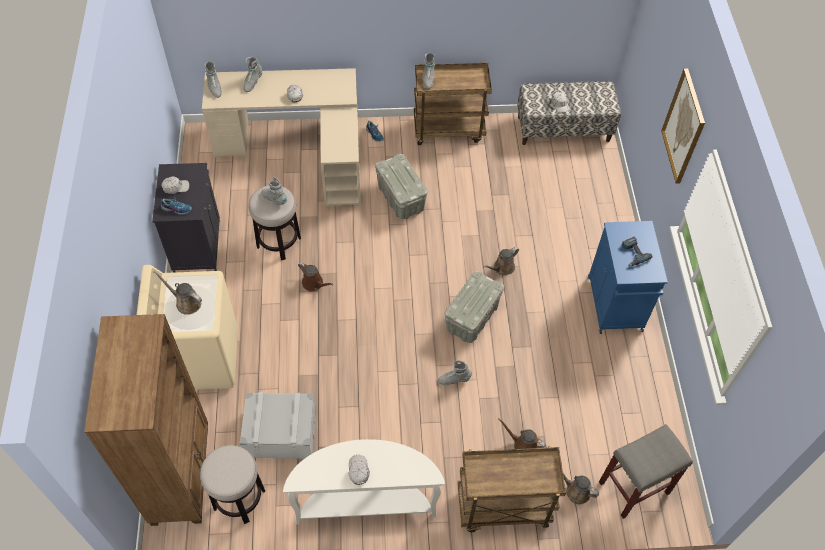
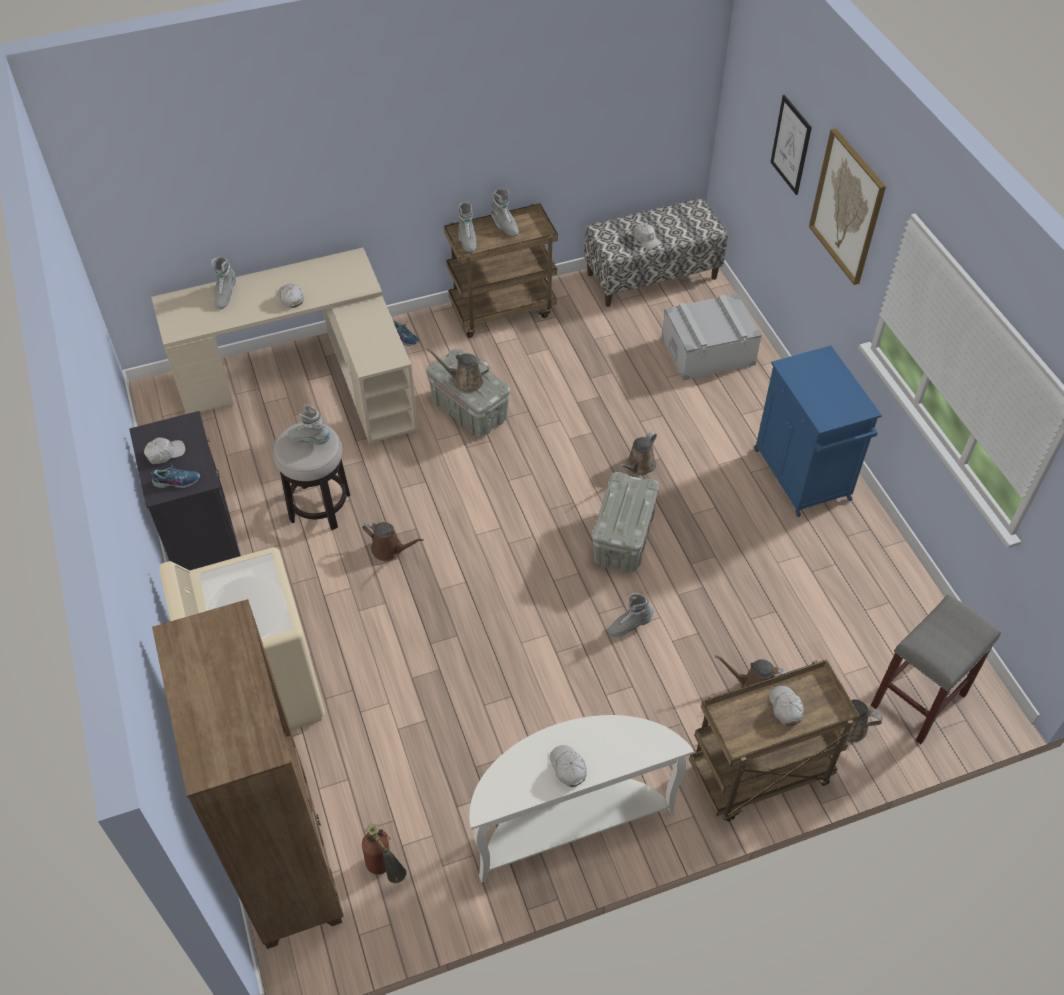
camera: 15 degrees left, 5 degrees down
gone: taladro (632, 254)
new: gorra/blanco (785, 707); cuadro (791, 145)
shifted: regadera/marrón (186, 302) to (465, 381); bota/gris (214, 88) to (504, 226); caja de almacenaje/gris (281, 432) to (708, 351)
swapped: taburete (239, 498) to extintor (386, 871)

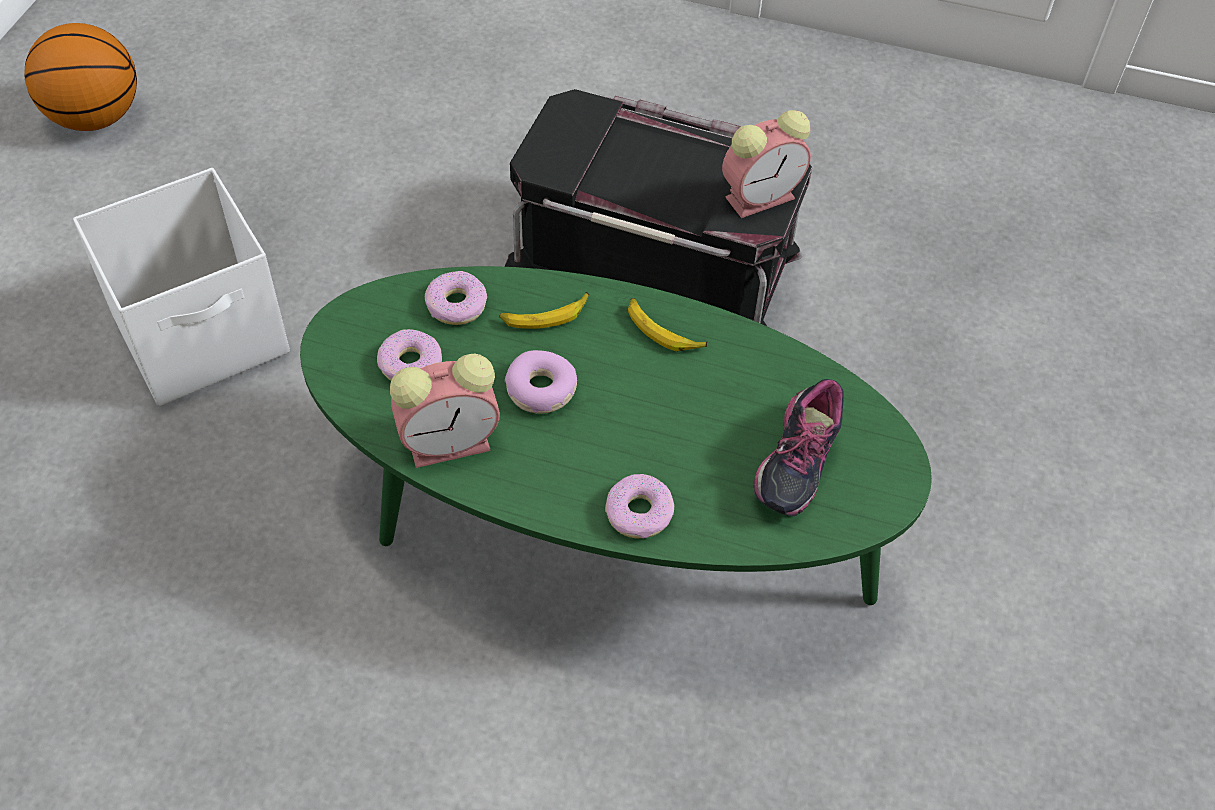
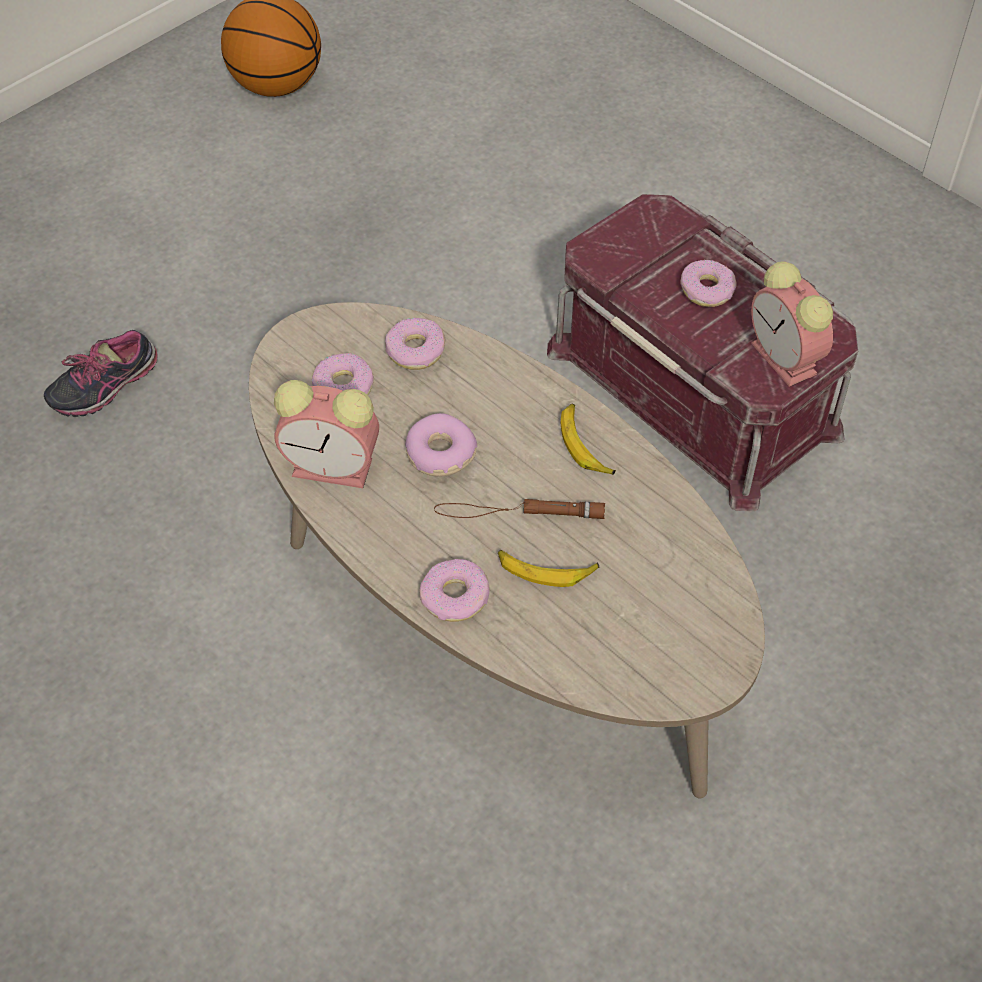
camera: 30 degrees right, 0 degrees up
gone: caja de almacenaje/blanco (204, 336)
new: linterna/marrón (519, 512); rosquilla (707, 290)
shifted: plátano (545, 316) to (545, 570); zapato (793, 464) to (105, 387)
repainted: mesa de centro/verde (602, 526) to mesa de centro/beis (491, 614); caja de almacenaje/negro (656, 257) to caja de almacenaje/rojo (695, 388)
rotated: despertador (762, 196) = (786, 360) 60 degrees clockwise

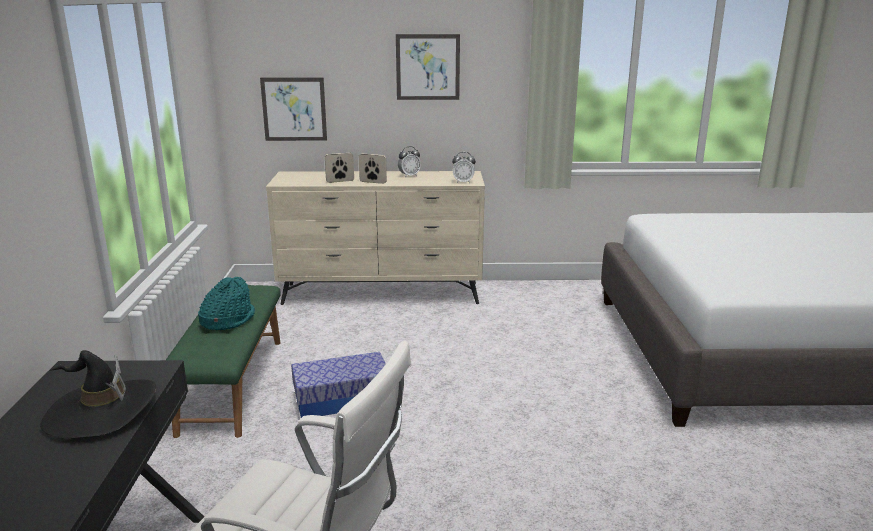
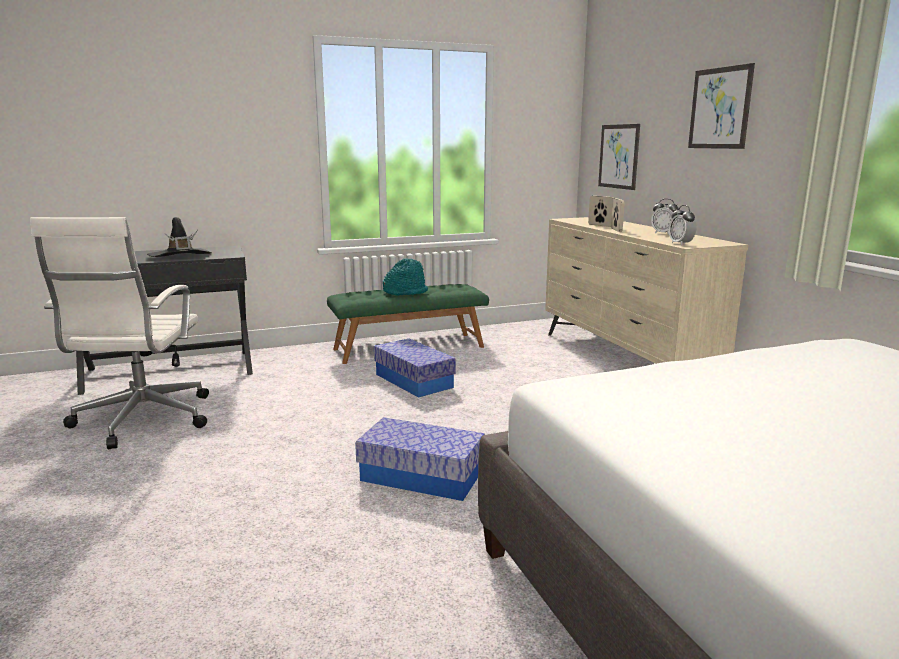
camera: 70 degrees right, 5 degrees down
new: caja de almacenaje (421, 476)

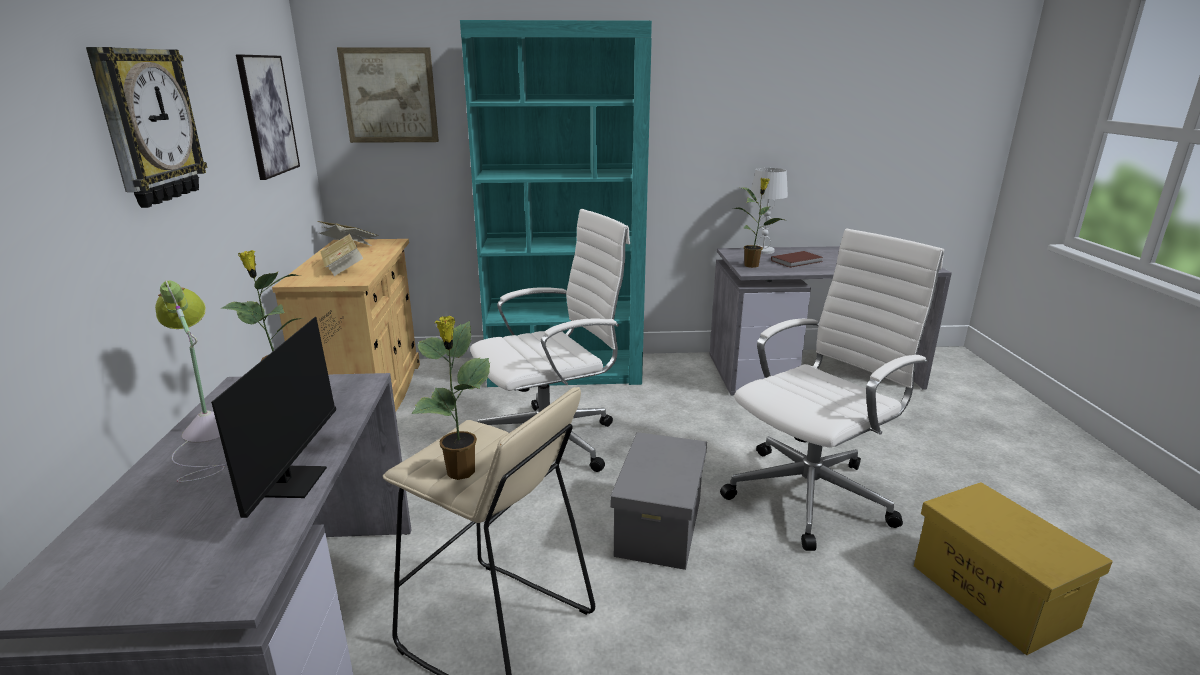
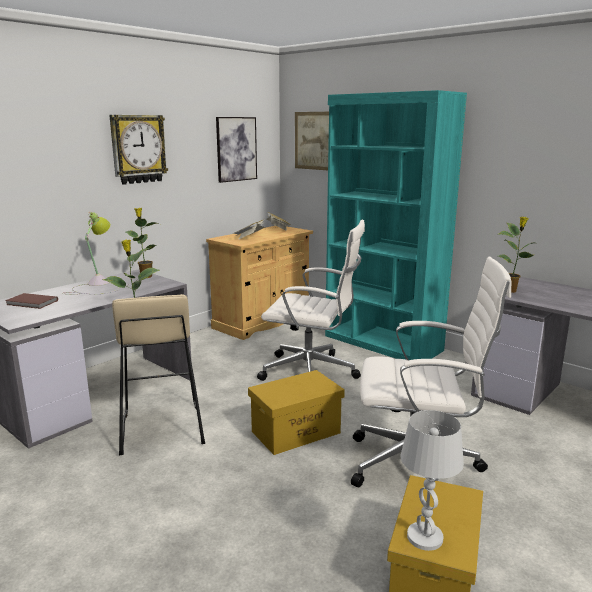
camera: 45 degrees right, 5 degrees down
gone: monitor (297, 476)
shifted: lámpara de mesa/blanco (762, 251) to (424, 537); libro/marrón (797, 261) to (32, 303)
repainted: caja de almacenaje/gris (659, 525) to caja de almacenaje/amarillo (296, 431)

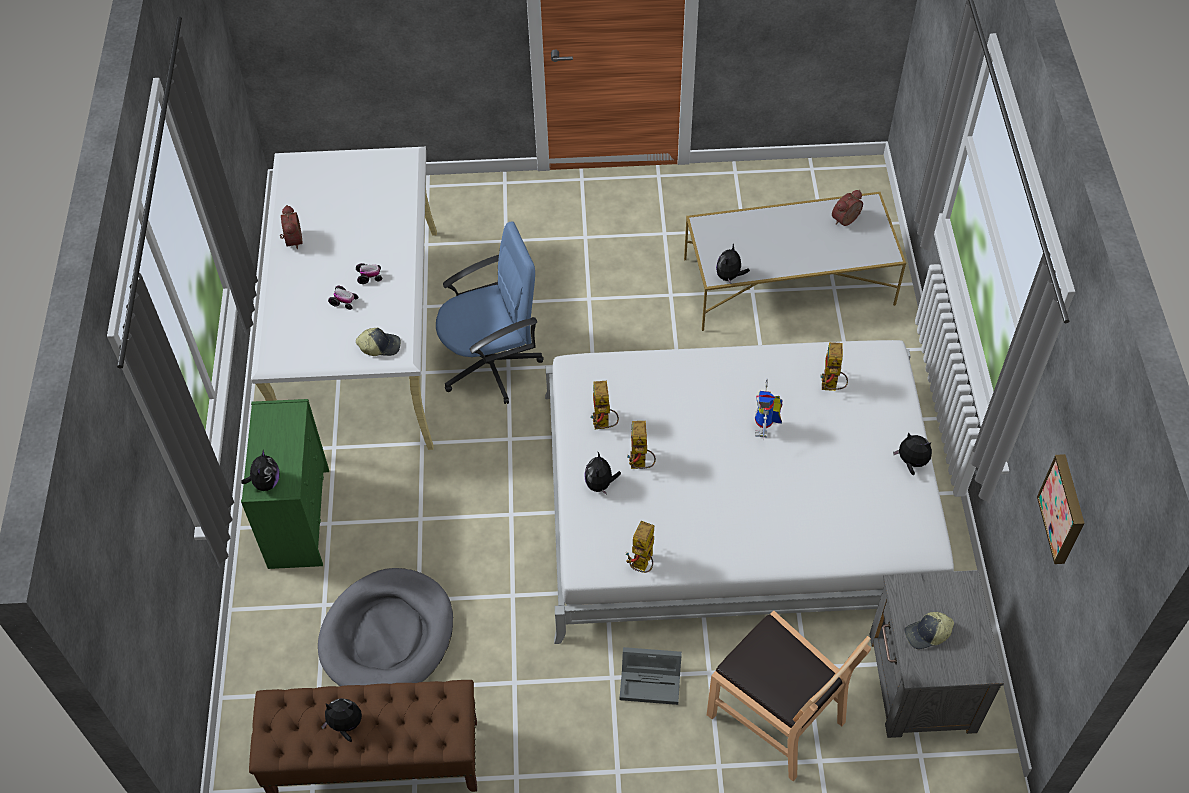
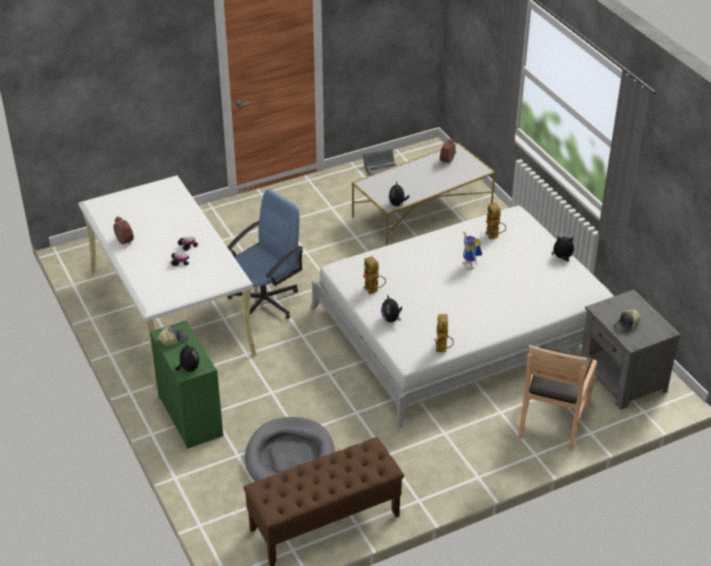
camera: 25 degrees left, 15 degrees down
gone: peluche (345, 725); robot de juguete (640, 464); cuadro (1064, 509)
shifted: gorra (380, 346) to (173, 339); caja de almacenaje/gris (652, 681) to (381, 168)
rotated: silla/marrón (776, 716) = (552, 420) 90 degrees clockwise

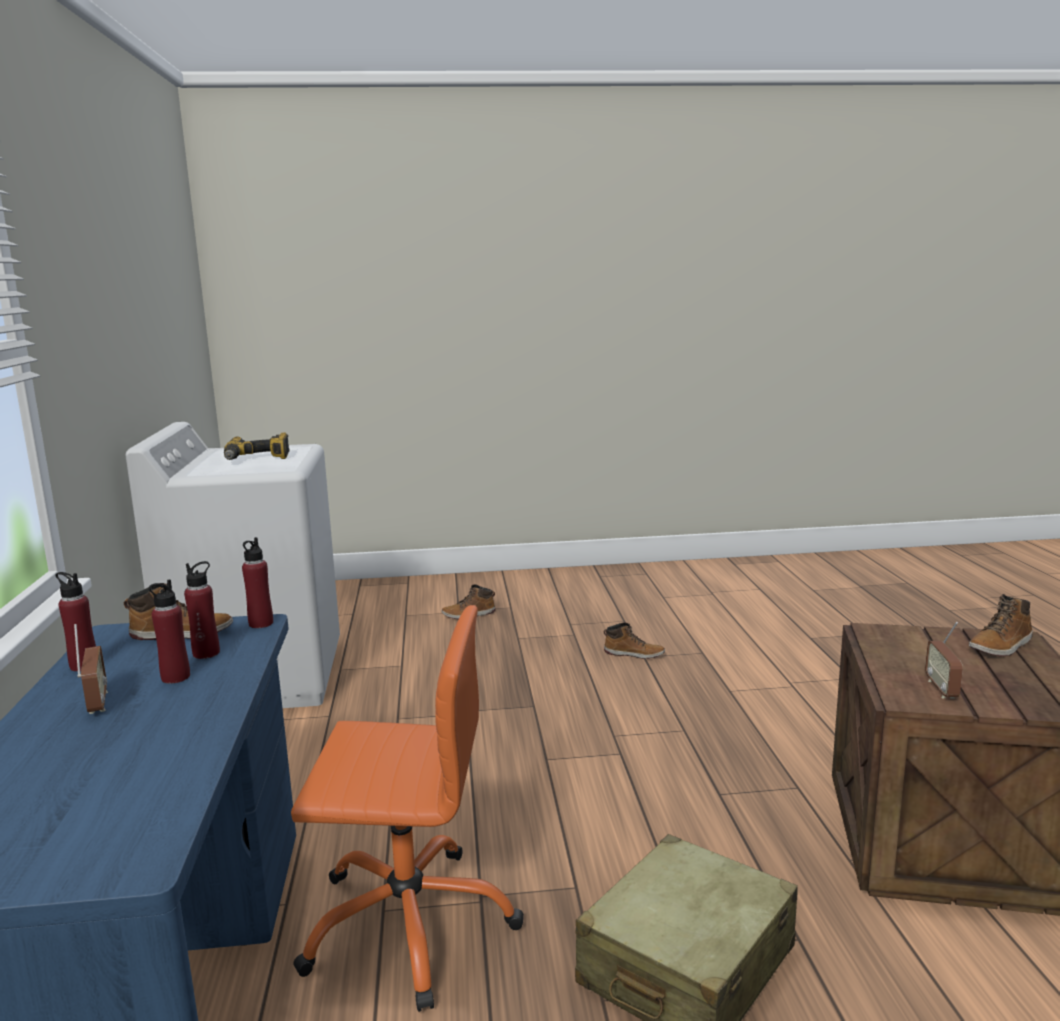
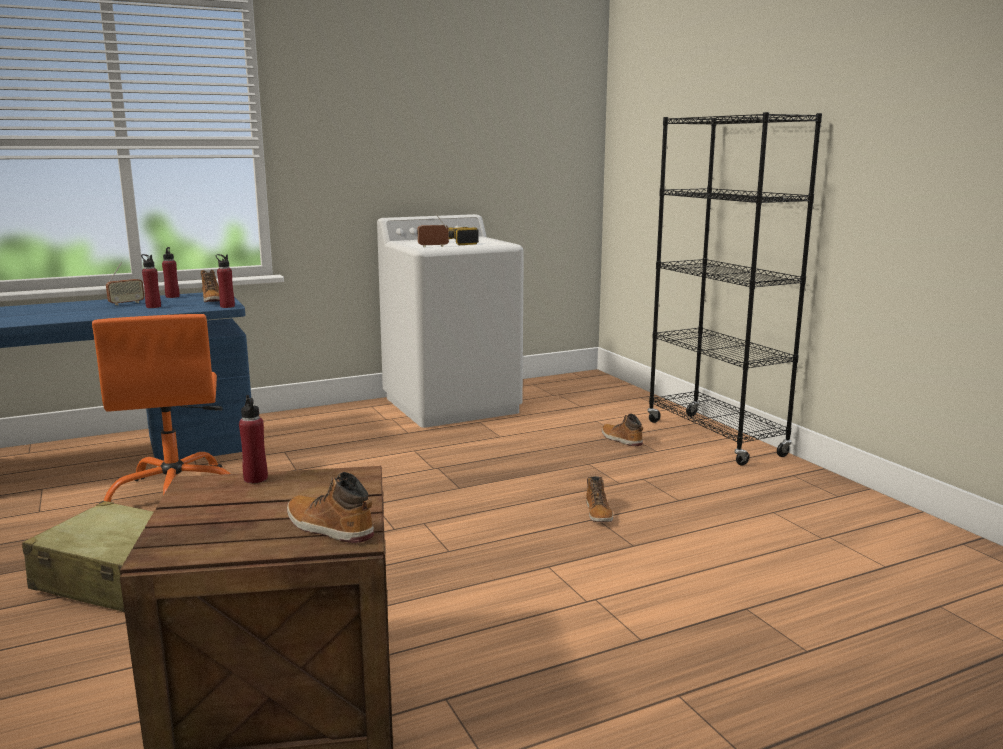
camera: 70 degrees right, 0 degrees up
new: estantería/negro (715, 438)
shifted: botella/rojo (206, 653) to (255, 479); radio (941, 689) to (433, 246)

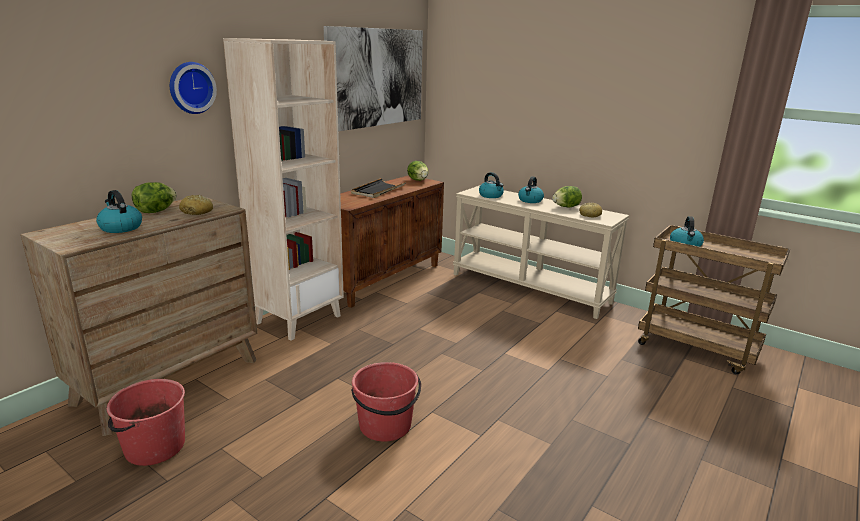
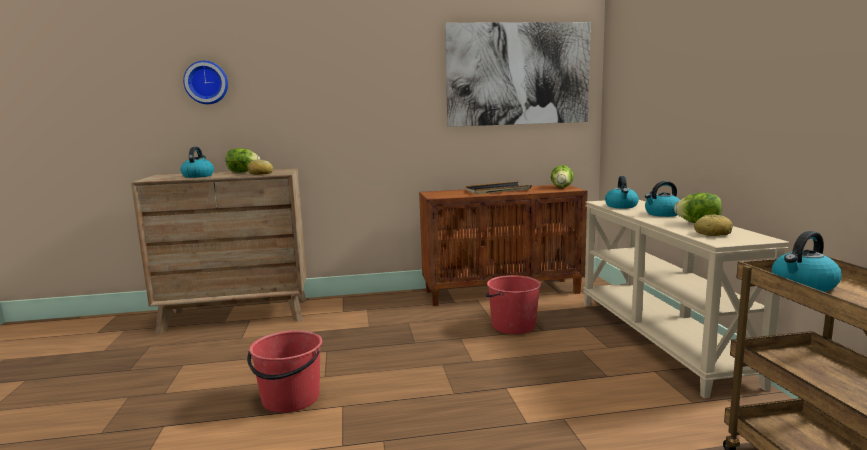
camera: 45 degrees right, 10 degrees down
gone: estantería/beis (298, 319)
shifted: cubo/rojo (154, 447) to (512, 326); reloj de pared (190, 87) to (206, 82)

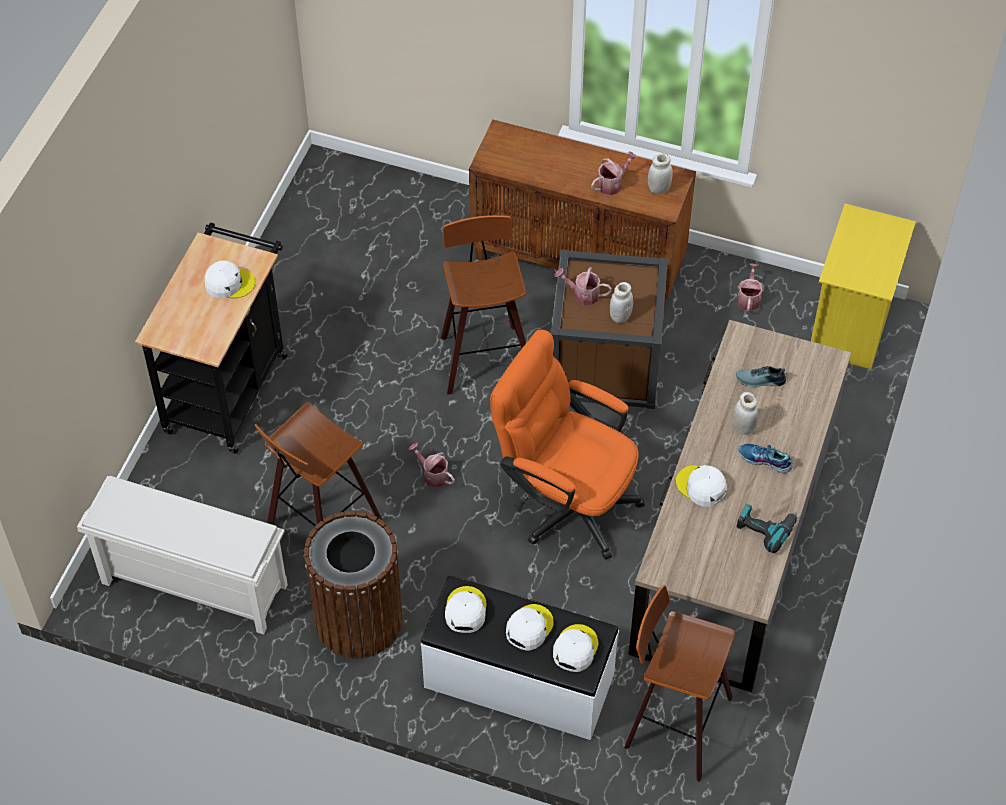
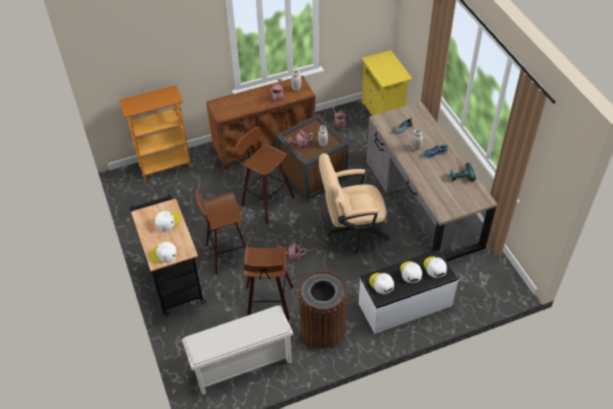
camera: 40 degrees left, 5 degrees down
new: estantería (165, 166)
shifted: taburete (674, 724) to (227, 254); gorra/blanco (701, 487) to (164, 254)
repainted: silla de oficina/naranja (565, 502) to silla de oficina/beis (351, 231)

